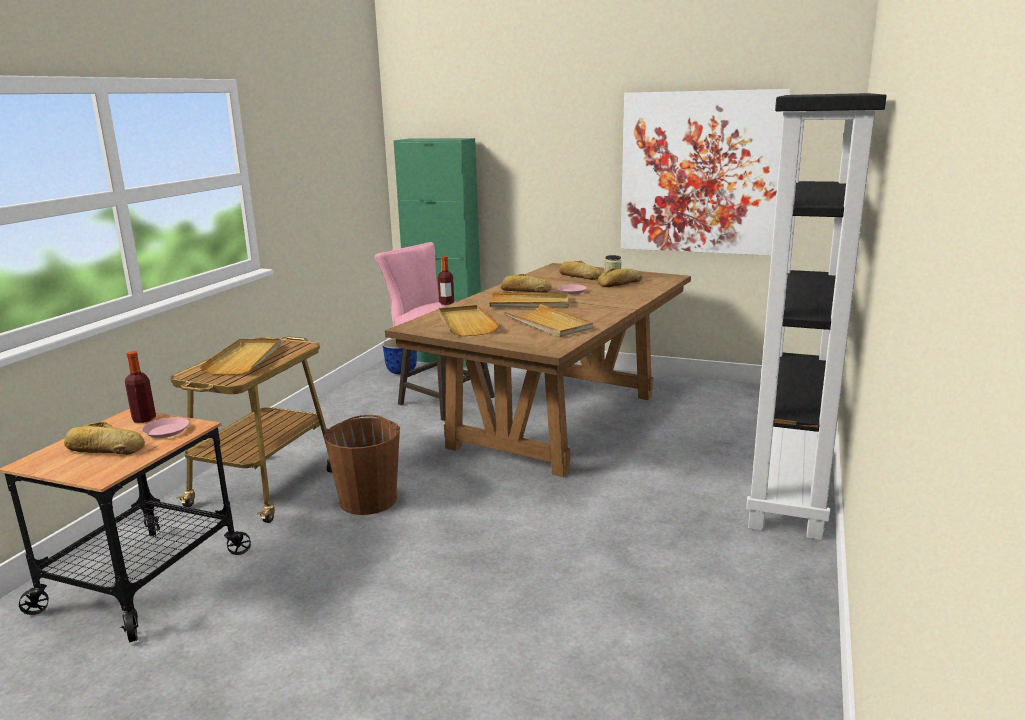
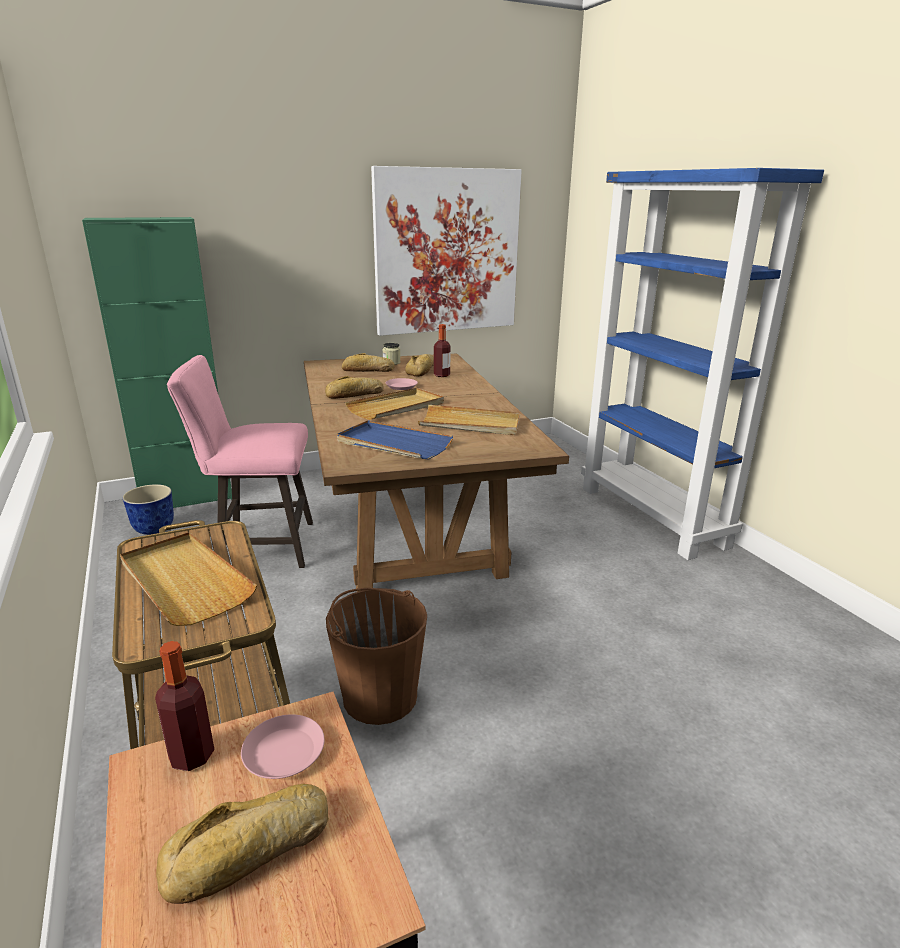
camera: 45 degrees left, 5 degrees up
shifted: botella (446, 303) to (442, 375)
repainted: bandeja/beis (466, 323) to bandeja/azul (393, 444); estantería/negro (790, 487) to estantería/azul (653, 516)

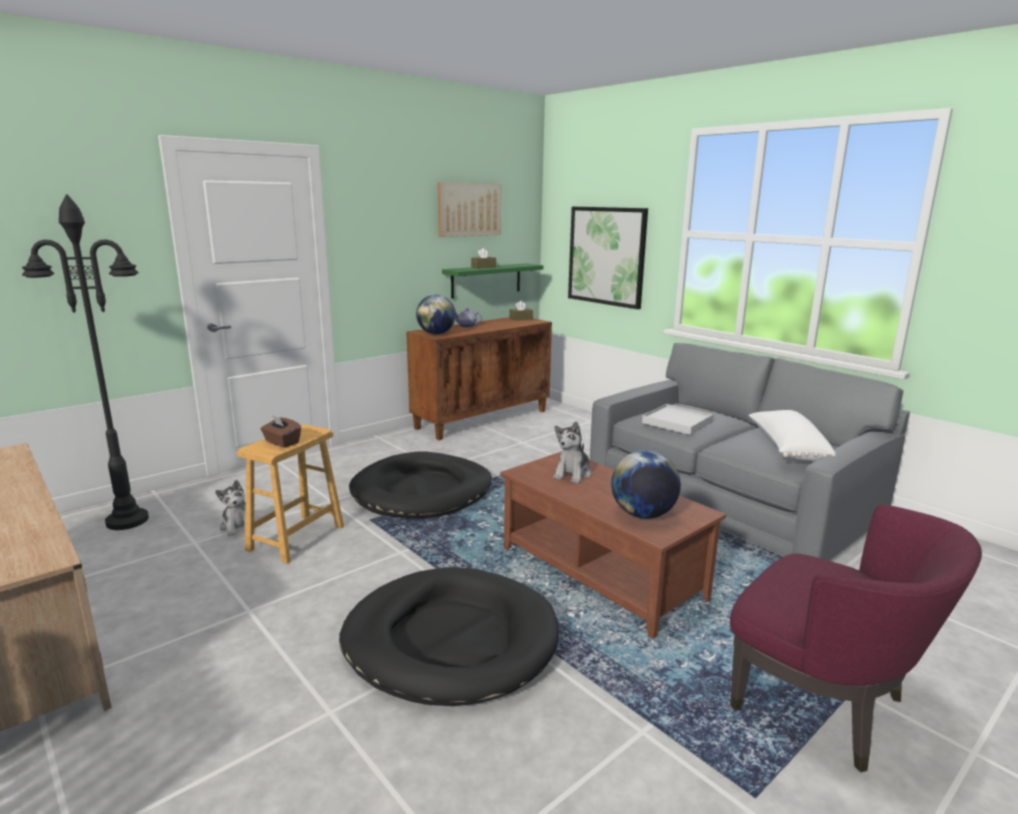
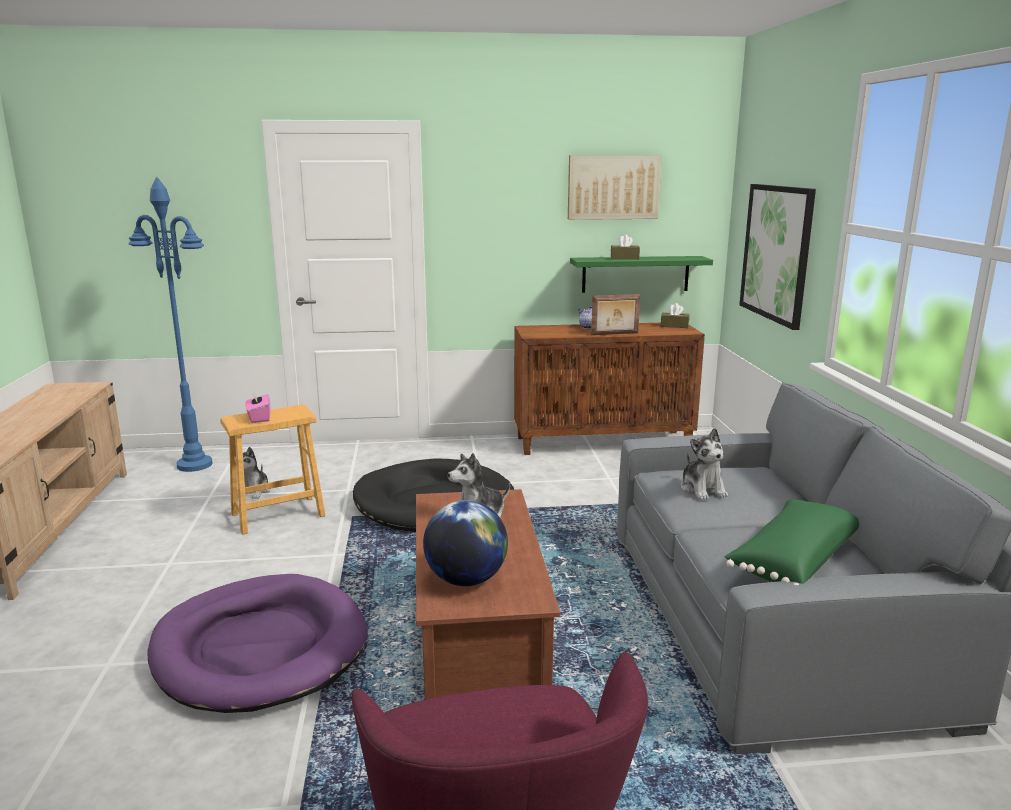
camera: 35 degrees right, 0 degrees up
gone: globo terráqueo (436, 334)
new: portarretratos (615, 334)
swapped: bandeja/blanco (677, 422) to peluche (702, 489)
repainted: lámpara de pie/negro (128, 520) to lámpara de pie/azul (195, 465); caja de pañuelos/marrón (282, 442) to caja de pañuelos/rosa (259, 418); cama para perro/negro (450, 640) to cama para perro/morado (260, 648); cojín/blanco (786, 448) to cojín/verde (792, 560)

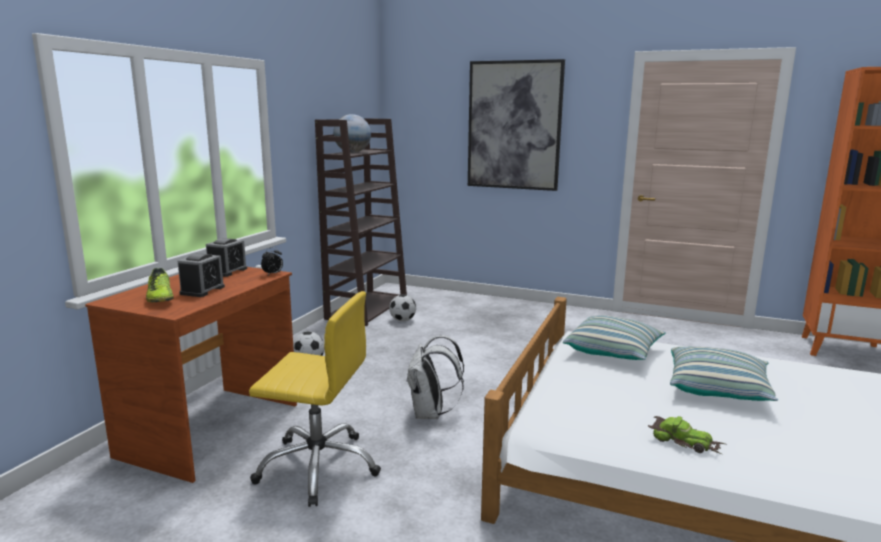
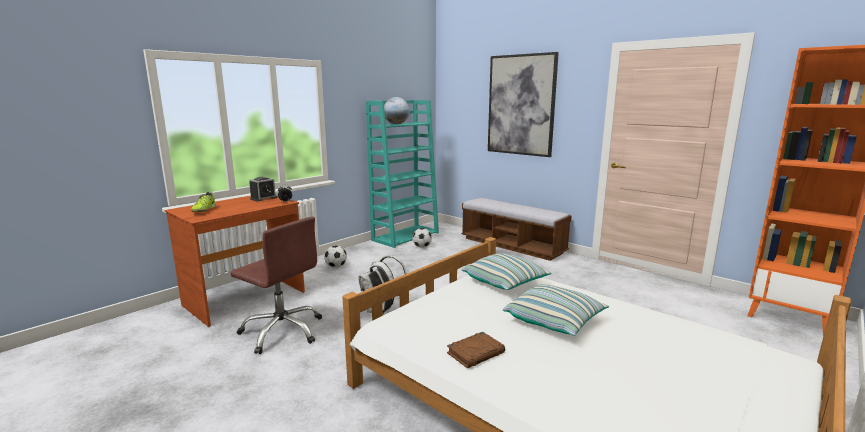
camera: 20 degrees right, 0 degrees up
gone: despertador (202, 290)
new: banco (512, 245)
swapped: coche de juguete (685, 441) to libro/marrón (476, 353)
repainted: silla de oficina/amarillo (318, 466) to silla de oficina/marrón (282, 331); estantería/marrón (367, 308) to estantería/turquesa (405, 236)

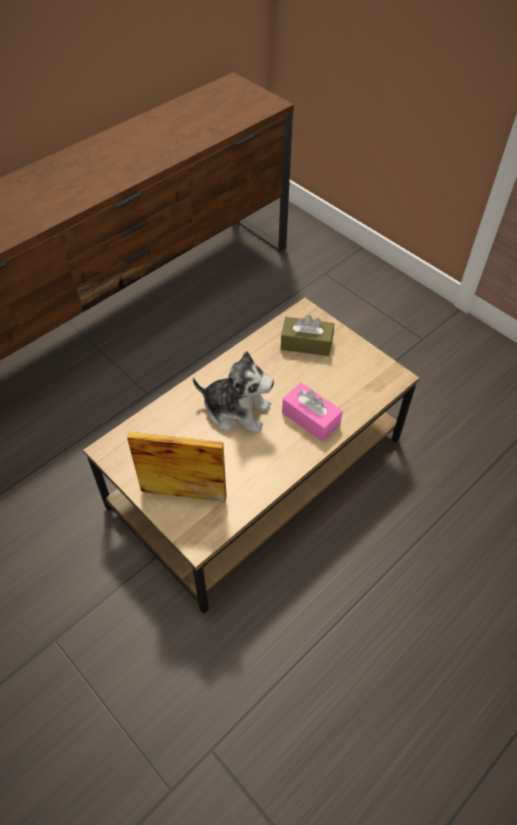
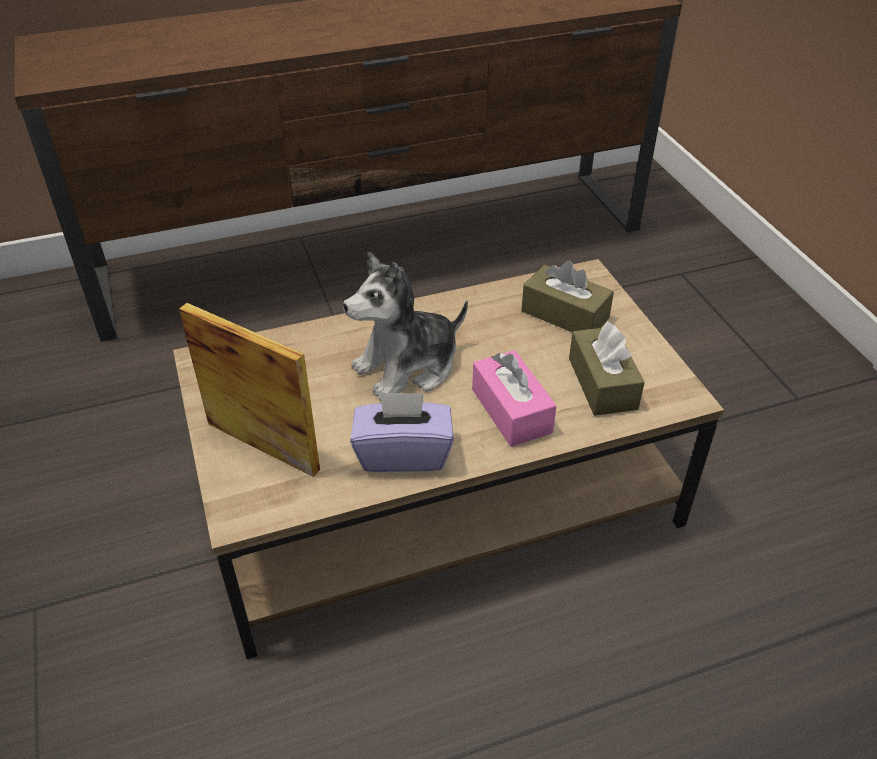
camera: 25 degrees right, 10 degrees down
new: caja de pañuelos/morado (403, 453); caja de pañuelos/marrón (602, 383)
rotated: peluche (236, 410) = (408, 367) 105 degrees clockwise

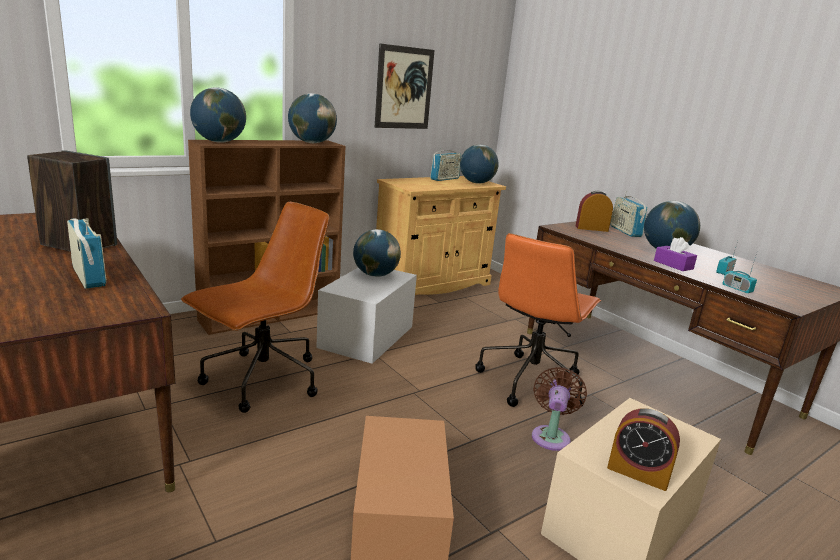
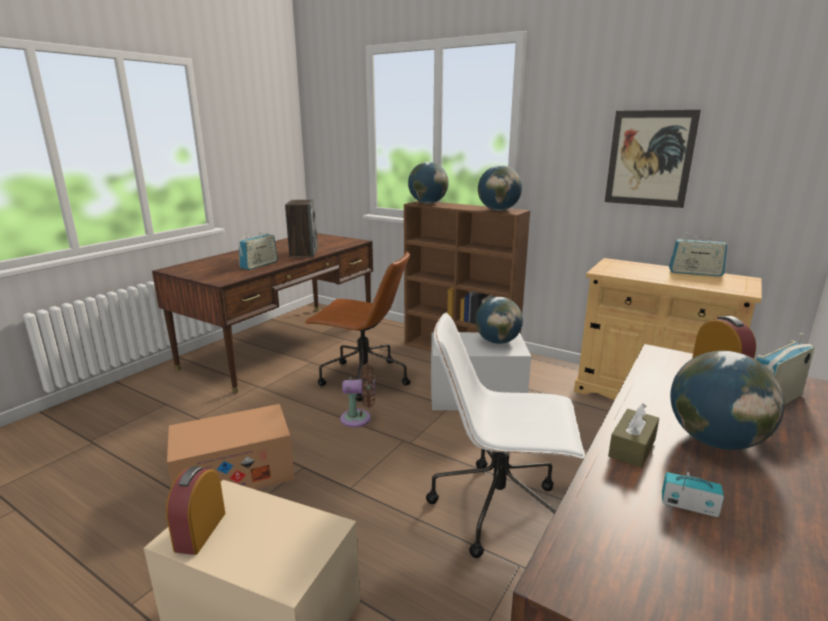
camera: 70 degrees right, 0 degrees up
gone: globo terráqueo (477, 183); radio (737, 288)
shifted: ventilador/marrón (551, 436) to (359, 418)
repainted: silla de oficina/naranja (531, 381) to silla de oficina/blanco (499, 508); caja de pañuelos/morado (673, 265) to caja de pañuelos/marrón (632, 447)

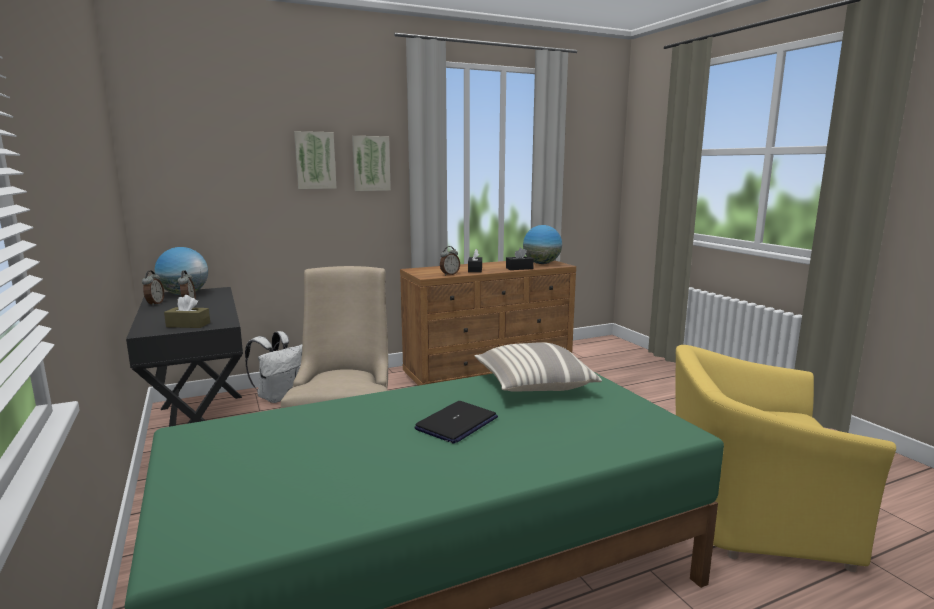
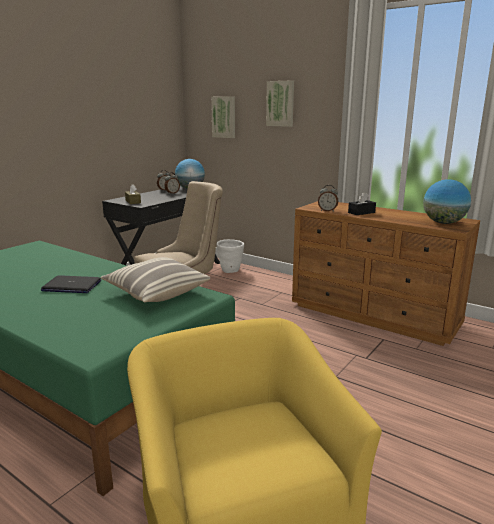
camera: 60 degrees right, 5 degrees up
gone: caja de pañuelos/negro (519, 268)
shifted: cuadro (371, 163) to (224, 117)
swapped: mochila/blanco (278, 397) to maceta/blanco (230, 271)

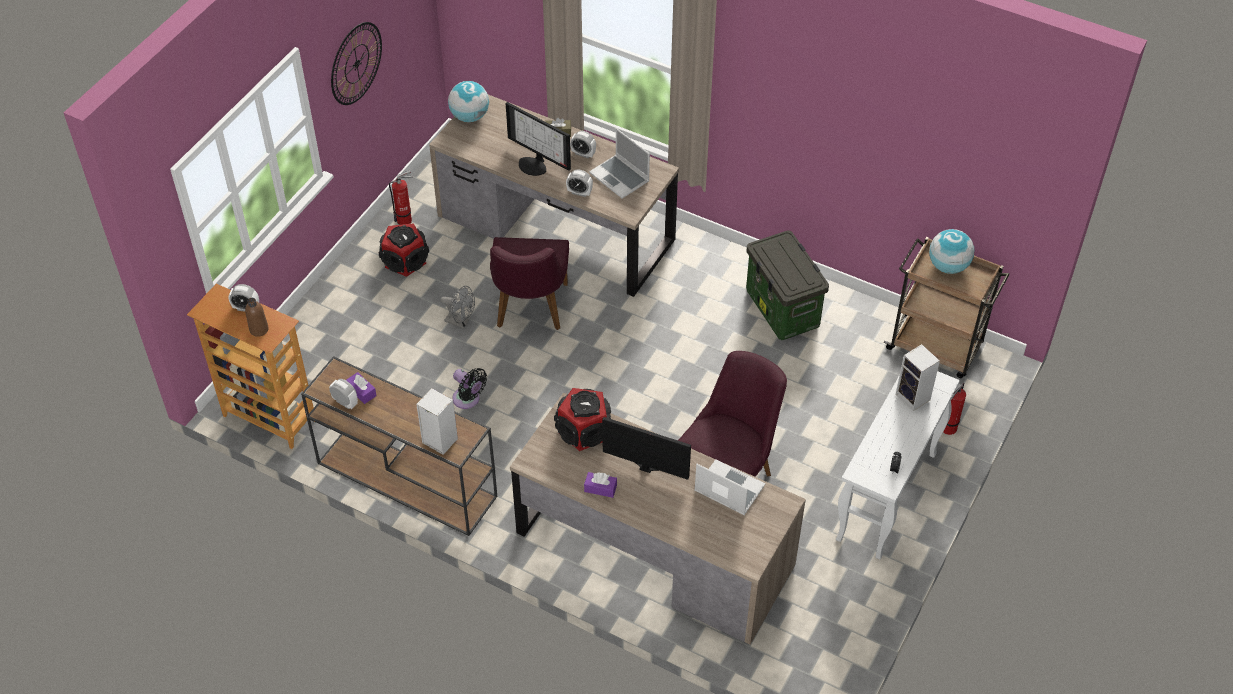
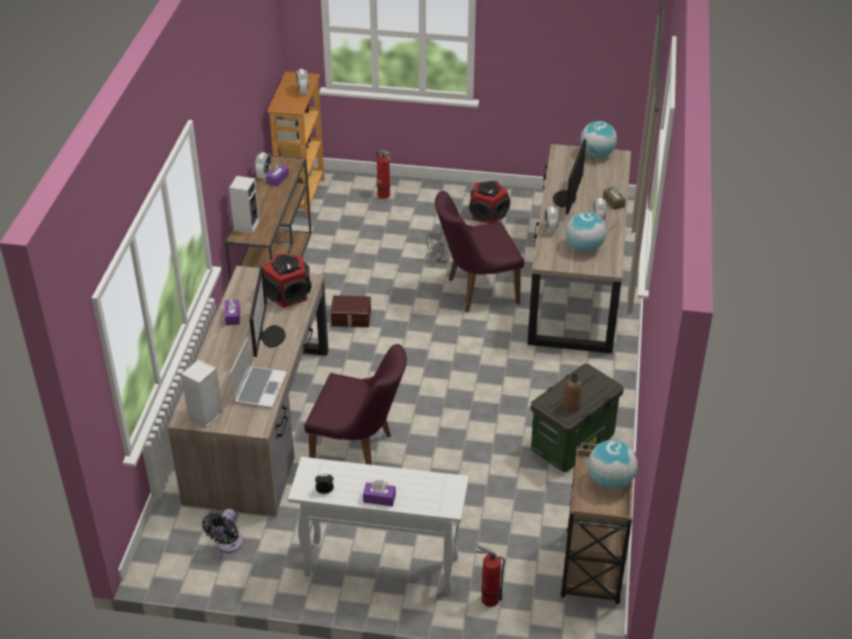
camera: 70 degrees right, 10 degrees down
gone: reloj de pared (356, 63)
new: caja de almacenaje/marrón (351, 318); caja de pañuelos/morado (379, 498)
shifted: botella/marrón (259, 329) to (571, 406); extintor (406, 220) to (384, 196); ventilador/negro (468, 400) to (227, 544); altavoz (914, 398) to (205, 417)
swapped: portátil (620, 177) to globo terráqueo (584, 247)

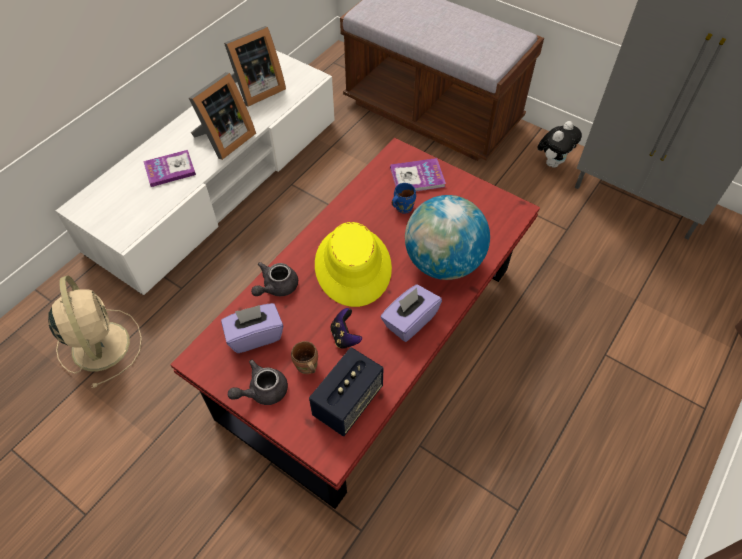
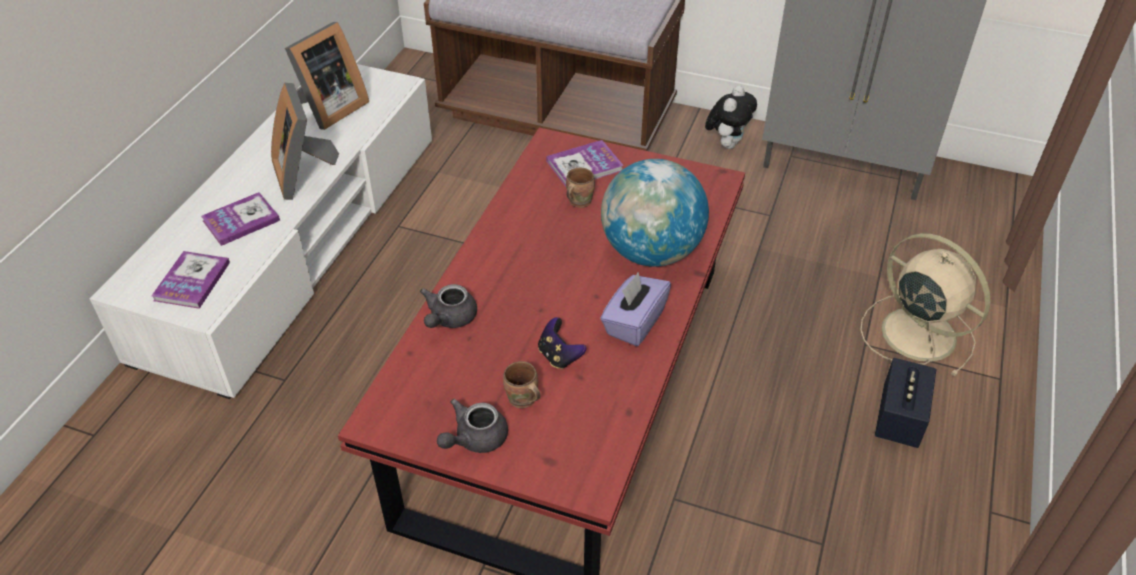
camera: 15 degrees left, 10 degrees down
gone: caja de pañuelos/morado (255, 335); sombrero/amarillo (353, 266)
new: libro (192, 281)
shifted: ventilador/beis (100, 344) to (915, 332); altavoz (348, 401) to (899, 418)
repainted: taza grande/azul (402, 207) to taza grande/marrón (578, 201)
rotated: portarretratos (224, 140) = (305, 174) 135 degrees clockwise

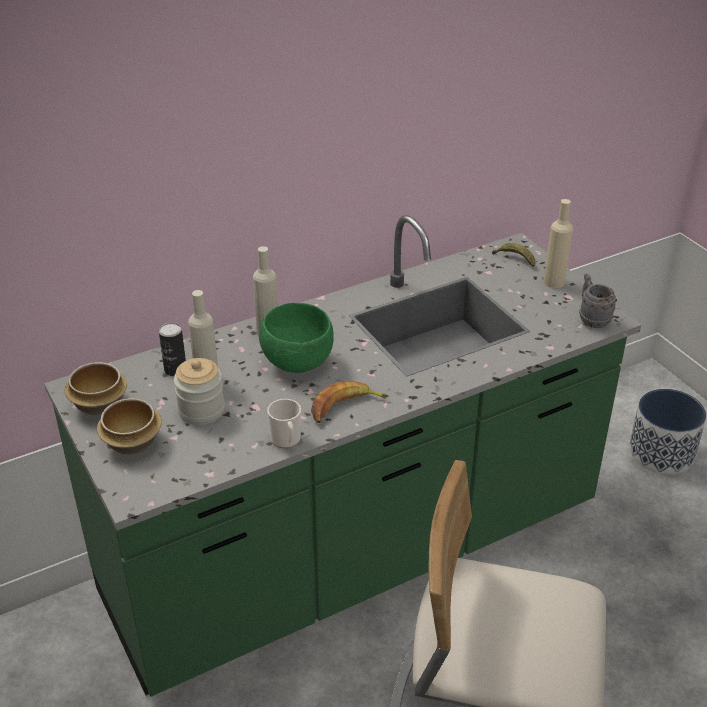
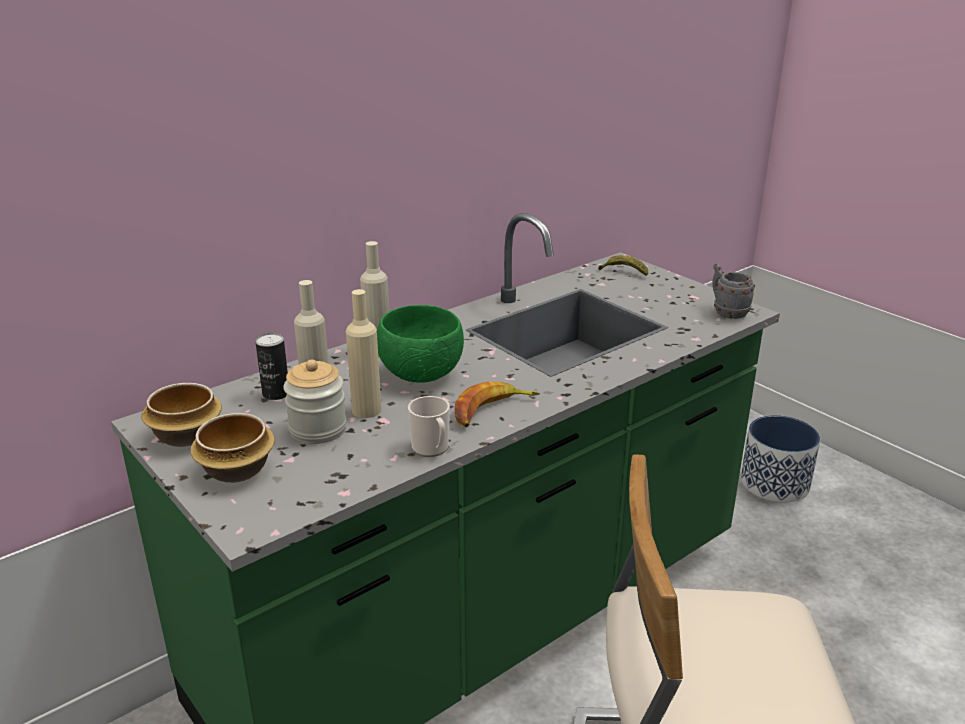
camera: 10 degrees left, 10 degrees down
shifted: botella/beis (554, 282) to (366, 410)

